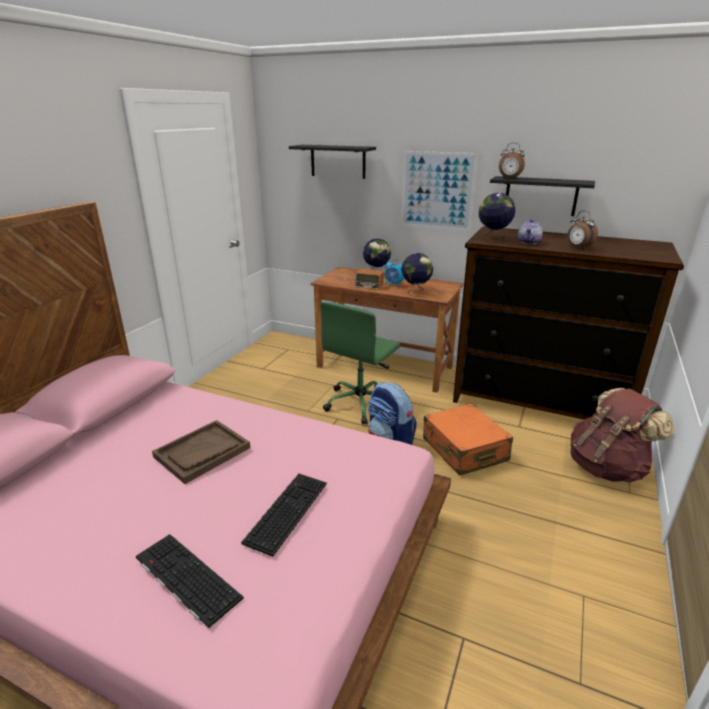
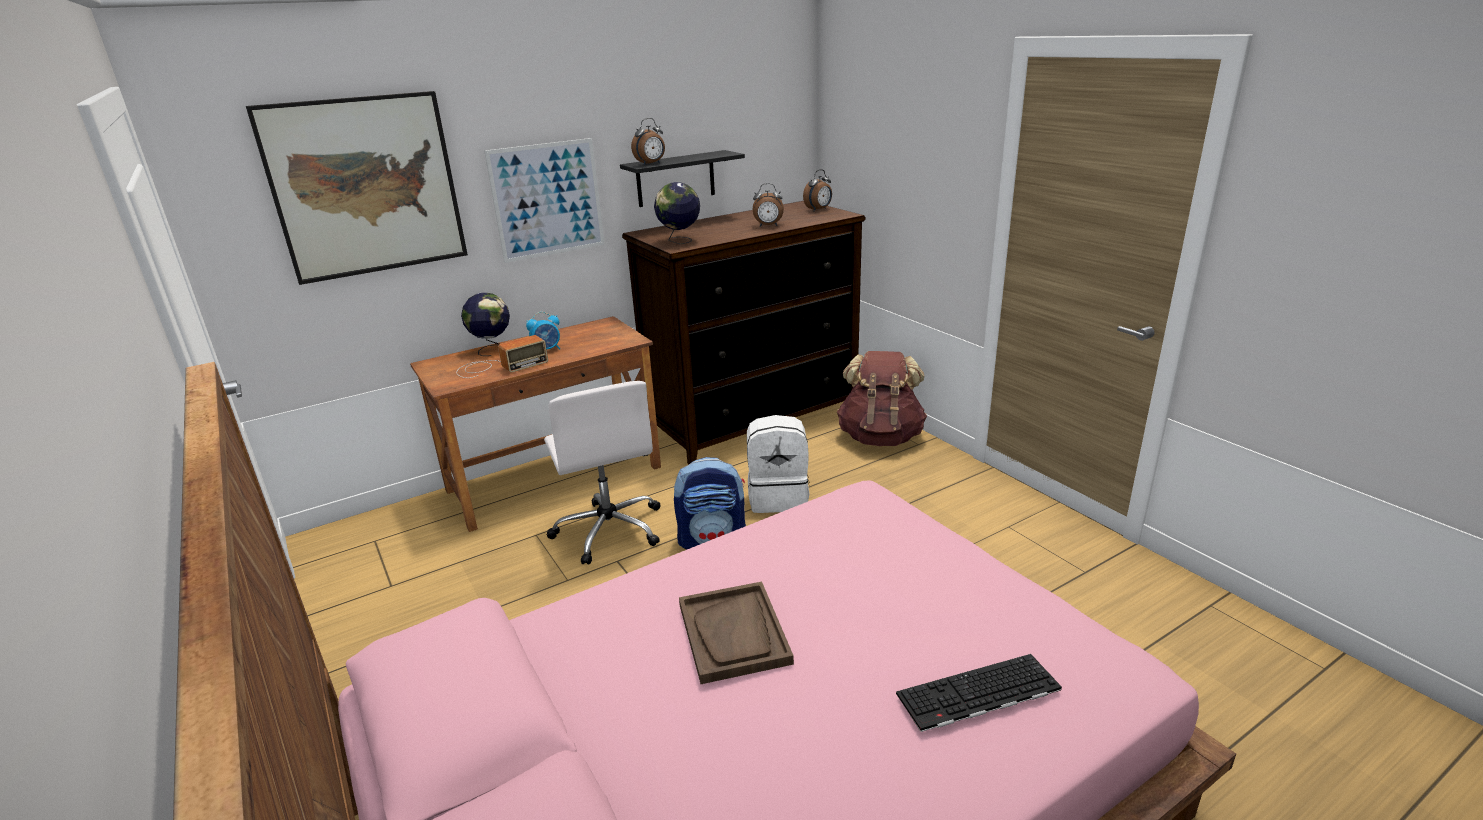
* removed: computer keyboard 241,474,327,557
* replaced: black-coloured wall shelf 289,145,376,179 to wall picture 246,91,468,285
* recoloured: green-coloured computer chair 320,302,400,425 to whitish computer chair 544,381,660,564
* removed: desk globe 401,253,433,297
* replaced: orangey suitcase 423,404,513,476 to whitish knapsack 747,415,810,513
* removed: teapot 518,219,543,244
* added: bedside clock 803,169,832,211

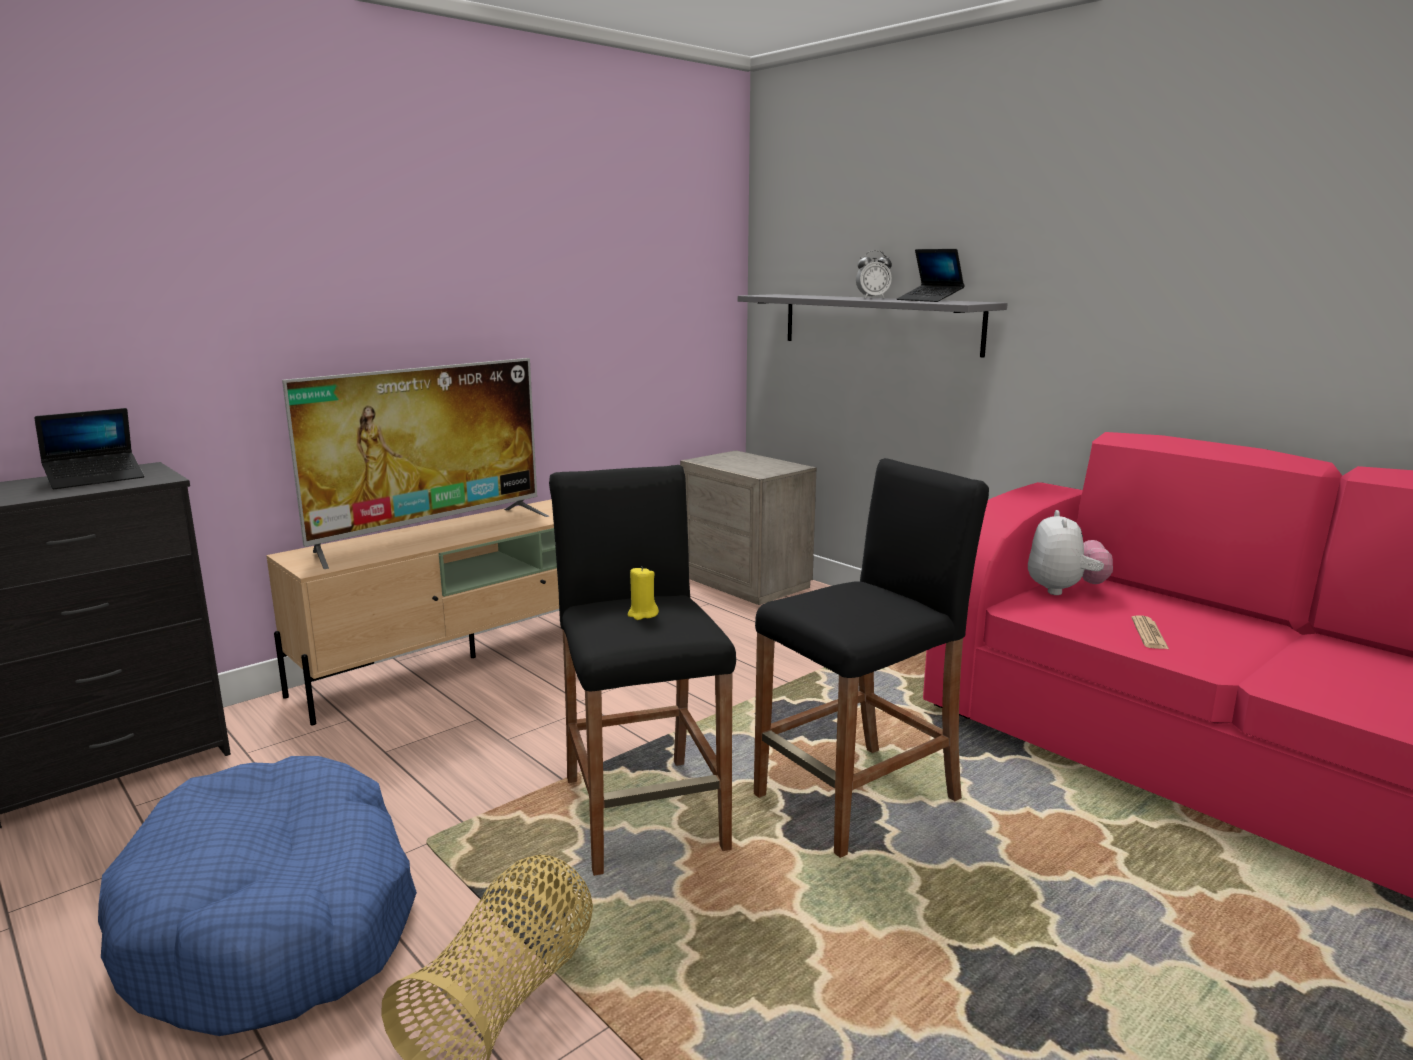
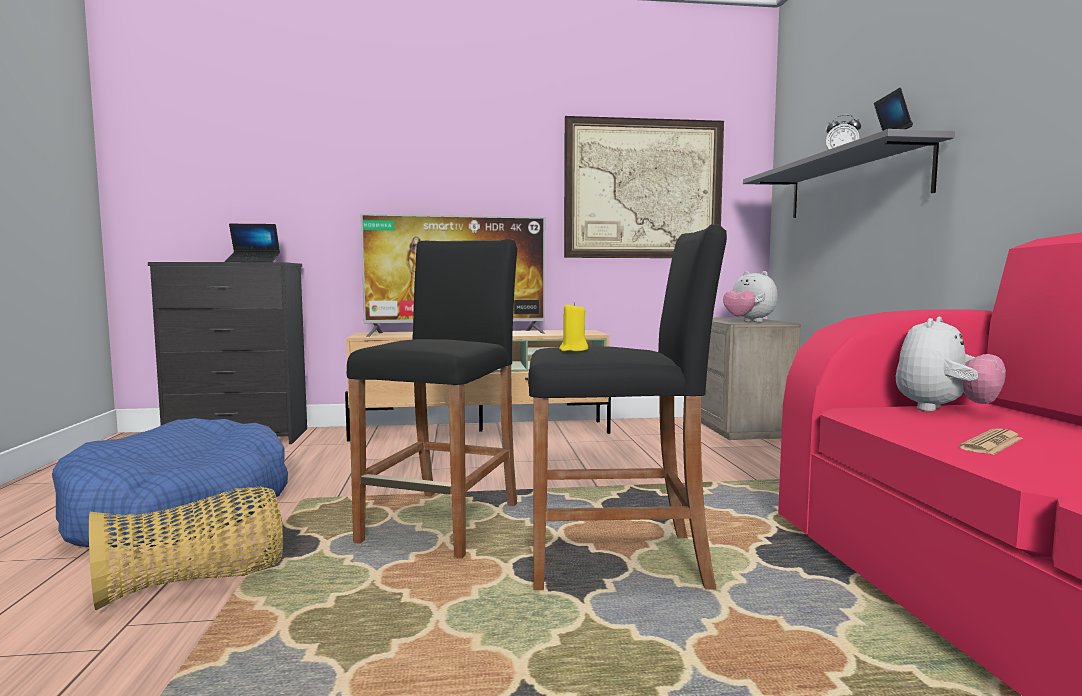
* moved: yellowish candle 628,566,659,620 to 559,302,588,351
* added: wall picture 564,116,724,258
* added: plush toy 723,271,778,322

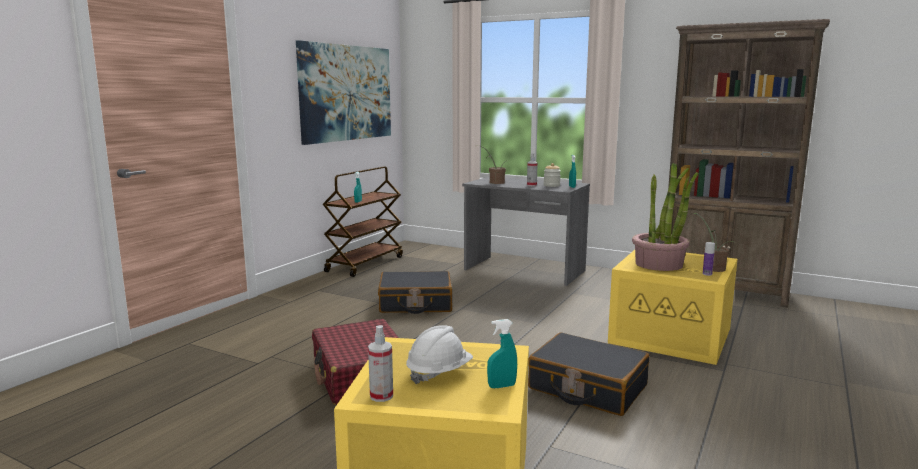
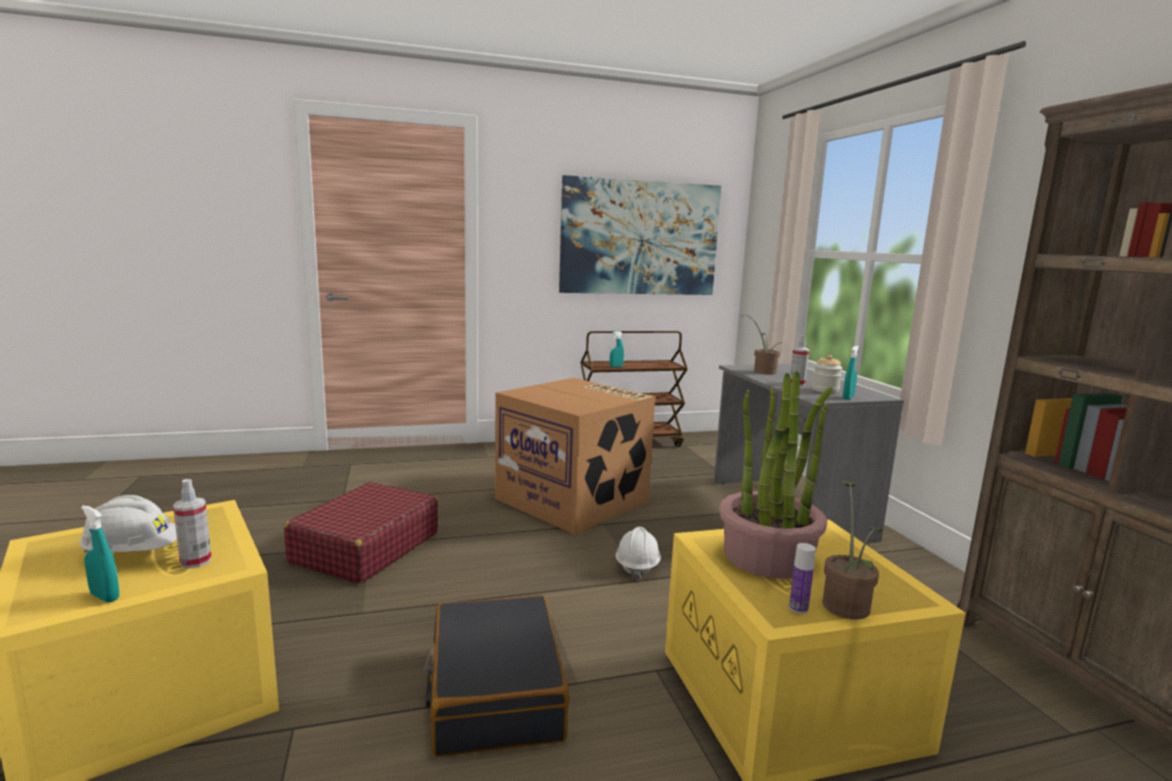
* moved: sprayer 368,325,393,402 to 173,479,212,569
* replaced: black-coloured suitcase 378,271,452,314 to packing box 495,378,655,535
* added: whitish safety helmet 616,527,661,580

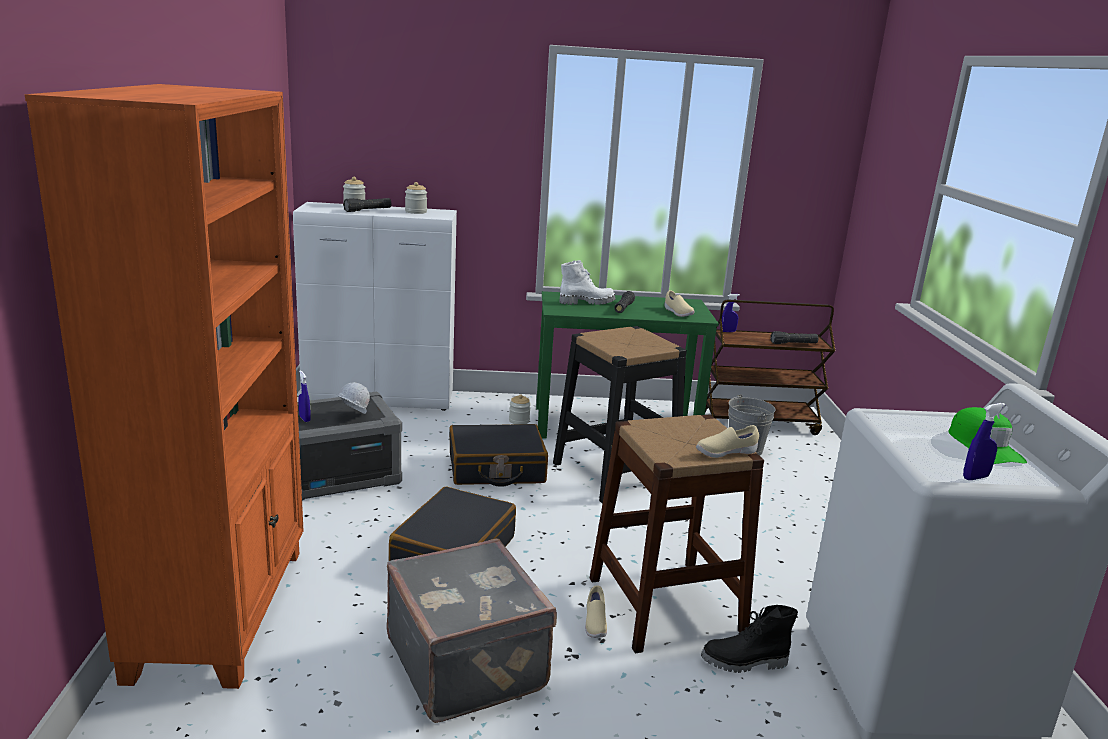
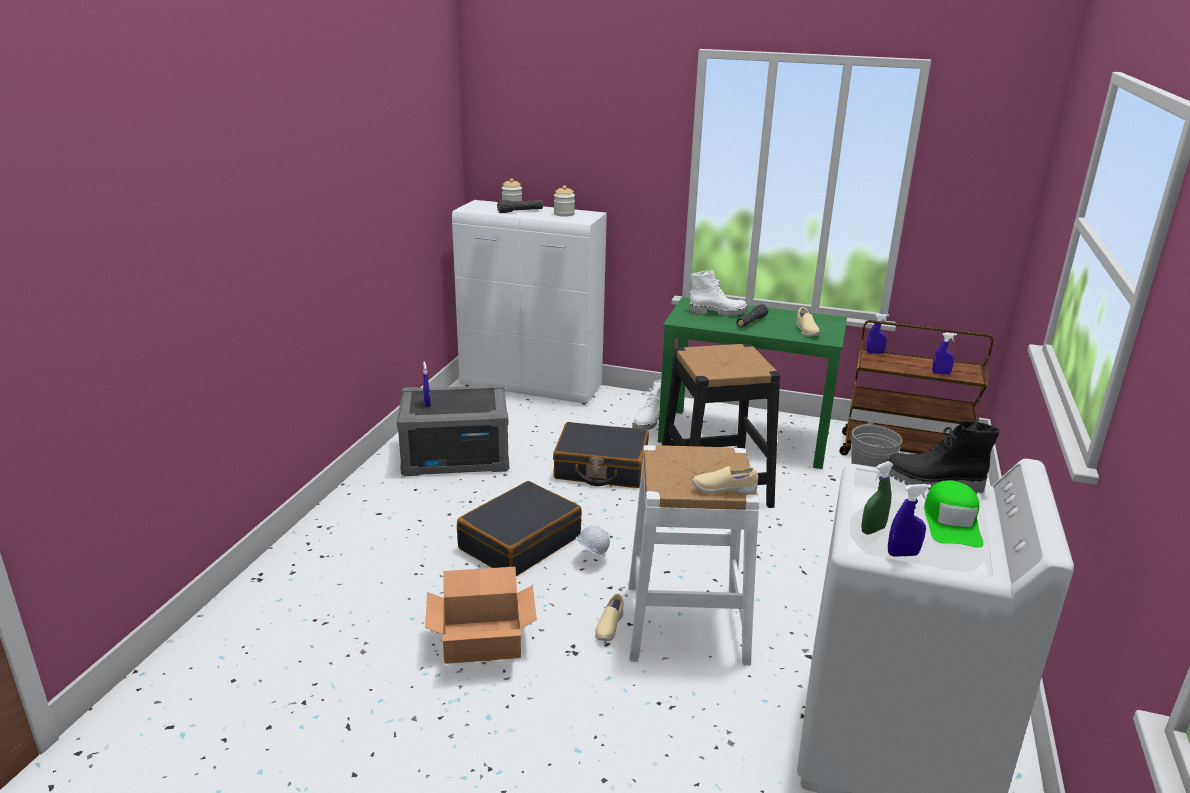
* removed: orangey bookshelf 25,84,304,689
* moved: whitish safety helmet 337,382,370,414 to 576,526,610,557
* replaced: grey suitcase 387,538,557,723 to packing box 425,567,537,664
* replaced: storage jar 509,394,531,424 to whitish boot 632,380,661,430
* recoloured: brown-coloured sitting stool 590,415,764,653 to whitish sitting stool 628,445,760,665
* moved: black-coloured boot 701,605,798,673 to 886,421,1000,494
* replaced: black-coloured flashlight 771,331,818,344 to blue sprayer 932,332,957,375
* added: green-coloured sprayer 861,461,894,534

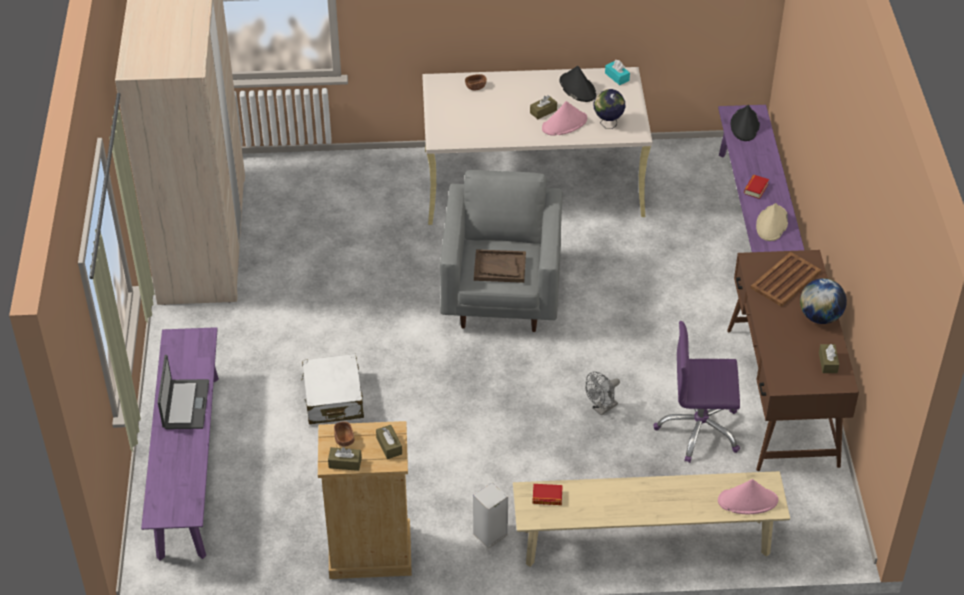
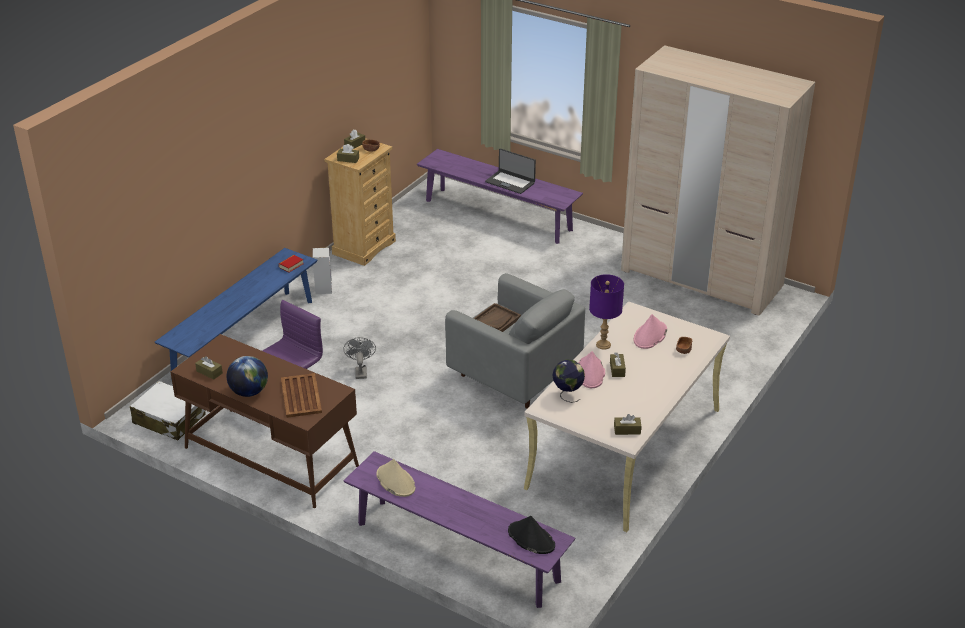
* moved: whitish suitcase 301,354,364,424 to 130,381,206,441
* recoloured: beige long seat 513,471,790,567 to blue long seat 155,248,318,380
* removed: black-coloured wearable hat 559,66,596,102
* recoloured: turquoise box of tissues 605,60,630,85 to brown-coloured box of tissues 614,414,641,435
* moved: pink wearable hat 718,479,778,515 to 634,314,667,349
* removed: book 744,175,769,199
* added: purple tabletop lamp 589,274,624,350

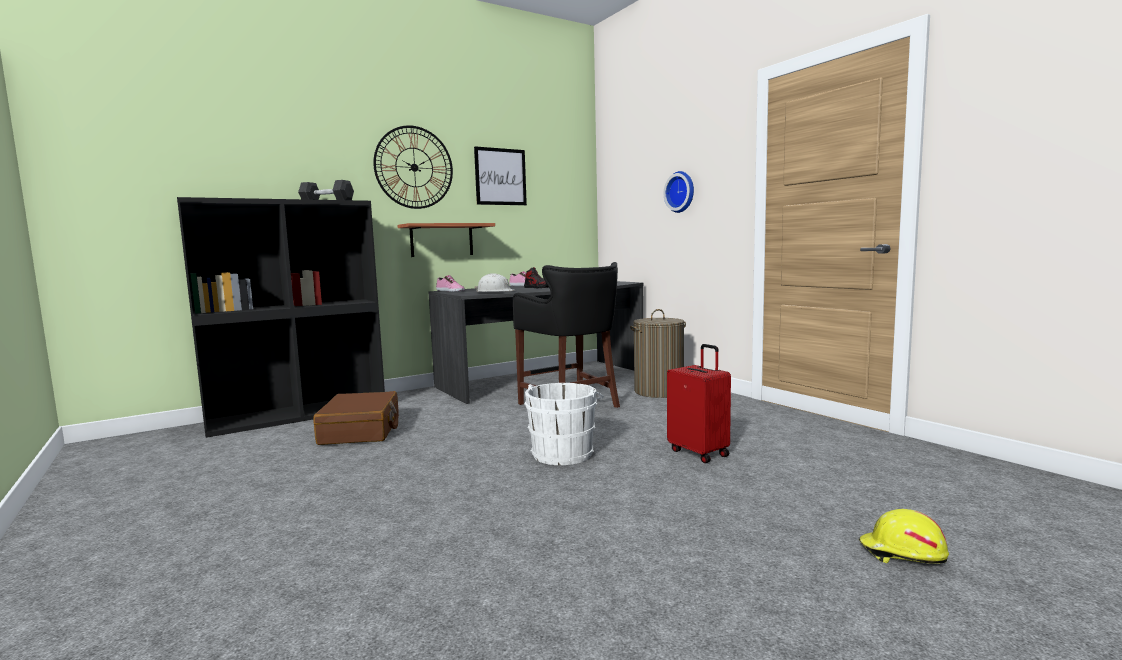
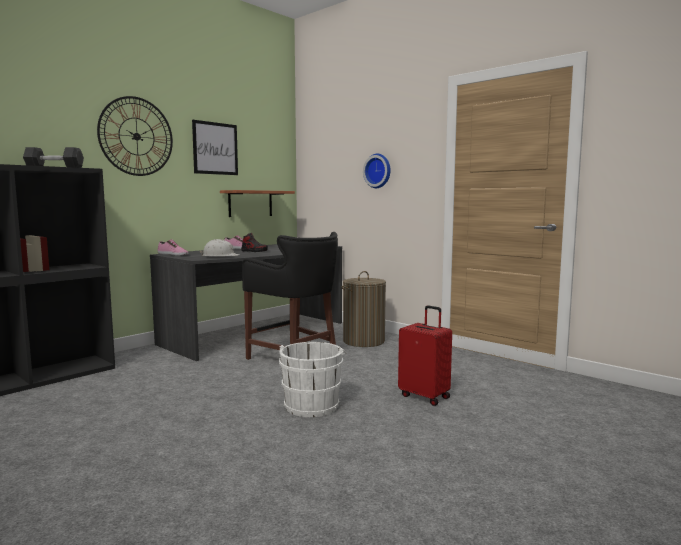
* removed: brown-coloured suitcase 313,391,399,445
* moved: wall shelf 397,223,495,257 to 220,190,295,217
* removed: yellowish safety helmet 858,509,949,564

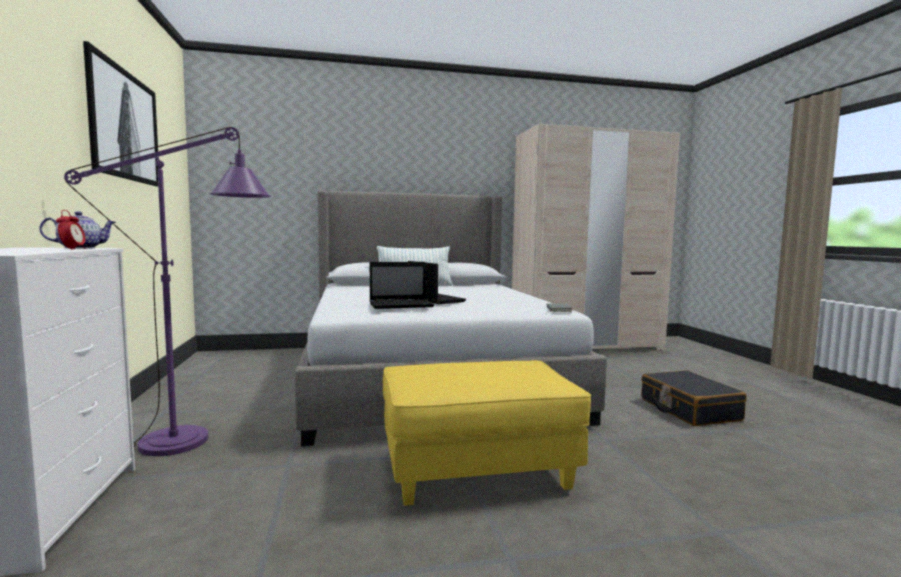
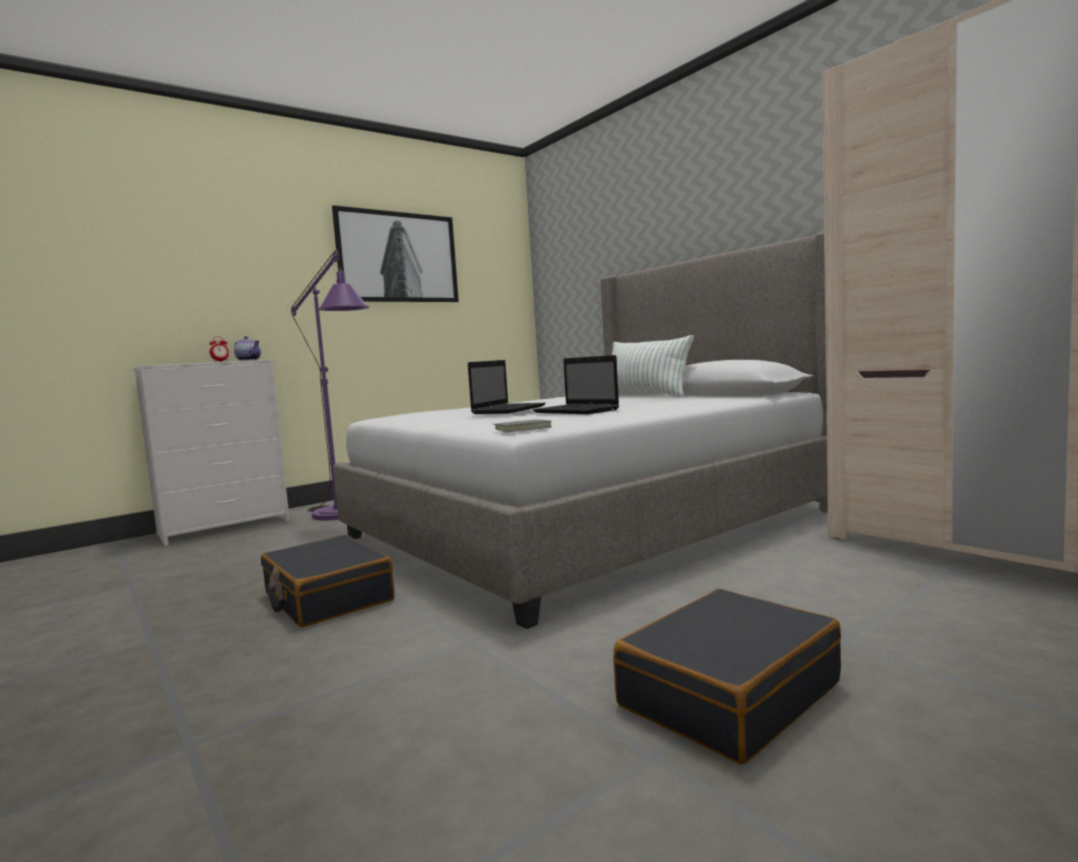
* moved: notebook computer 370,262,434,309 to 533,355,619,414
* replaced: yellowish footrest 383,360,591,506 to black-coloured suitcase 261,535,395,627

